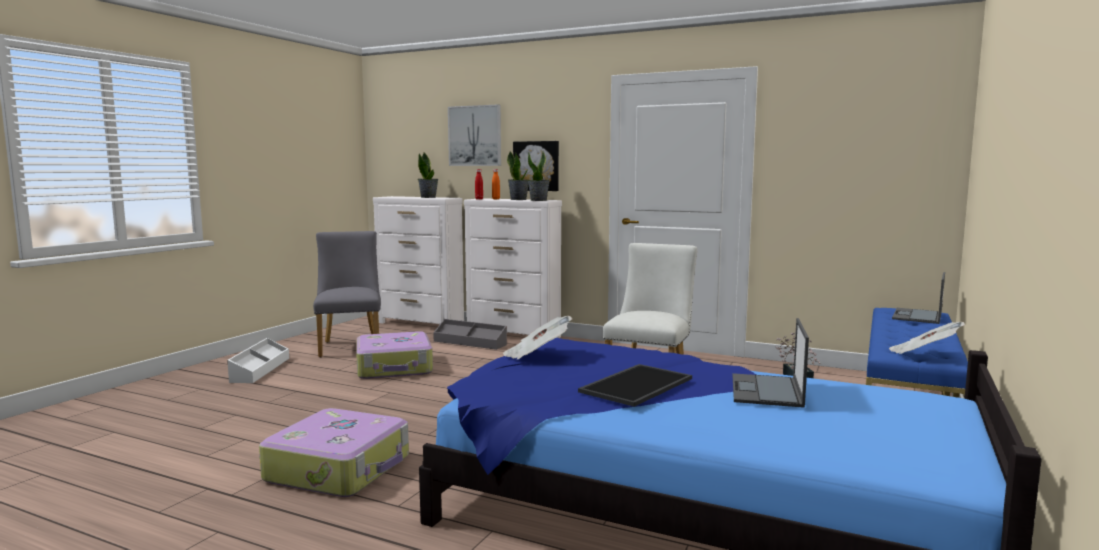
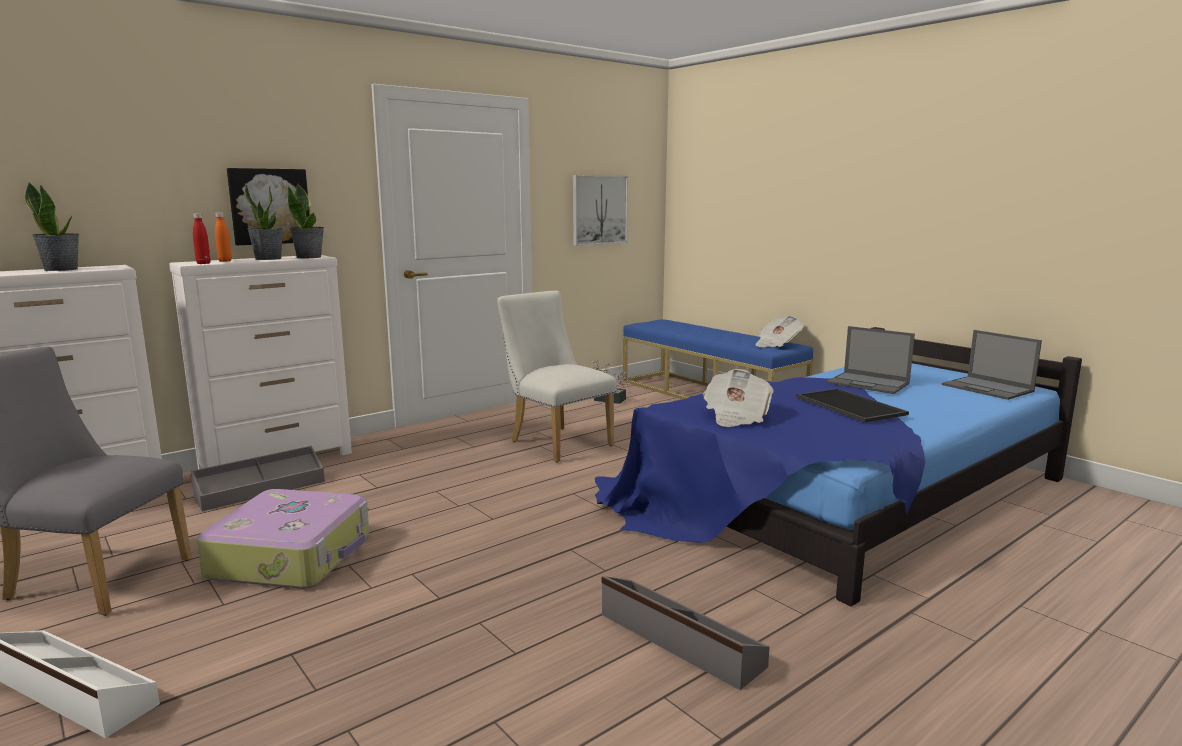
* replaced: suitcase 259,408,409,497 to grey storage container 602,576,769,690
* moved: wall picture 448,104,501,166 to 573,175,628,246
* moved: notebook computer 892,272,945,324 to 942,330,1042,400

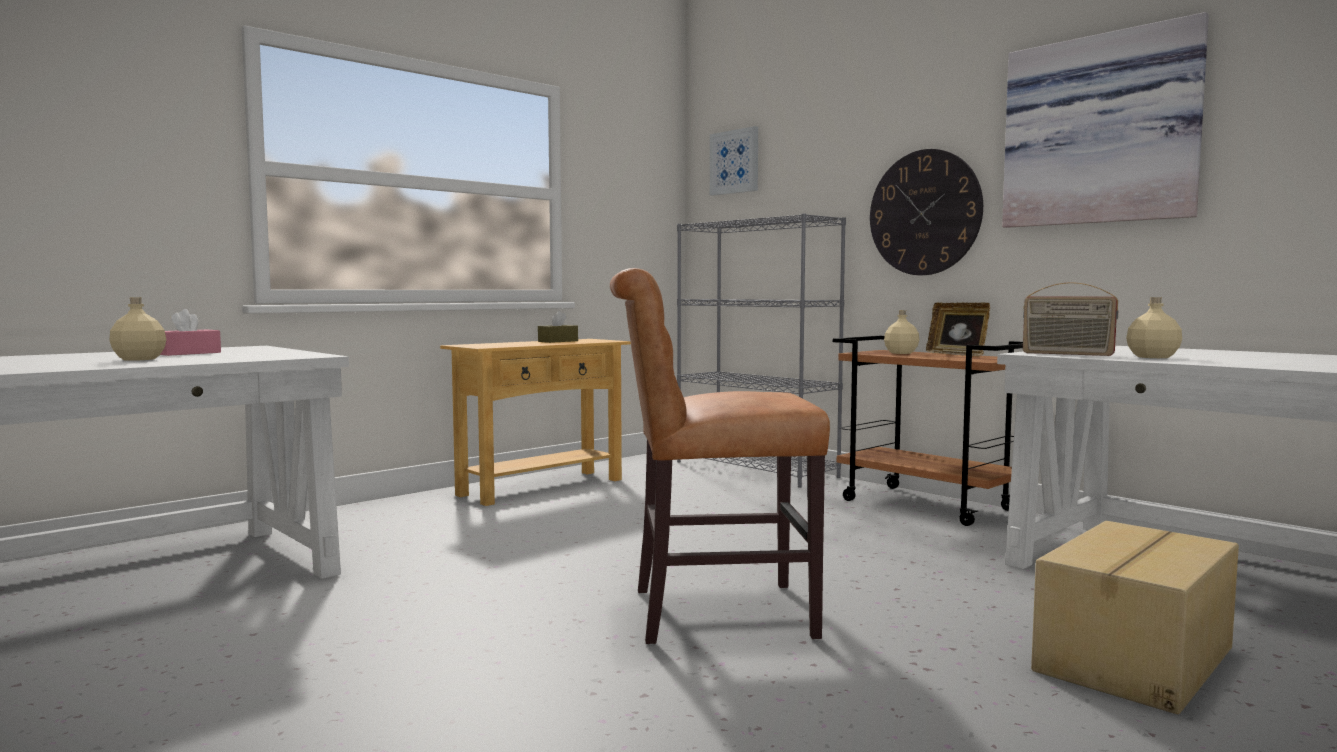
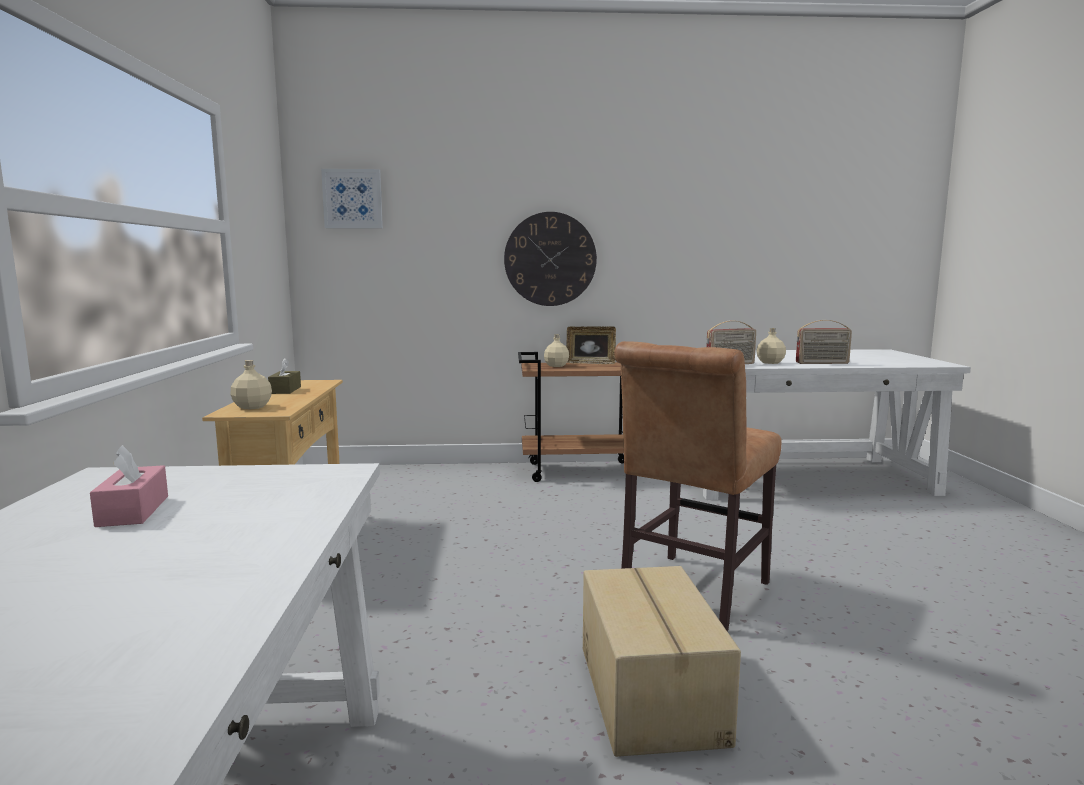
* moved: beige beverage bottle 109,297,166,361 to 230,360,272,409
* removed: grey bookshelf 677,214,846,488
* removed: wall picture 1002,12,1209,228
* moved: packing box 1031,521,1239,714 to 583,566,741,757
* added: radio set 796,320,852,364

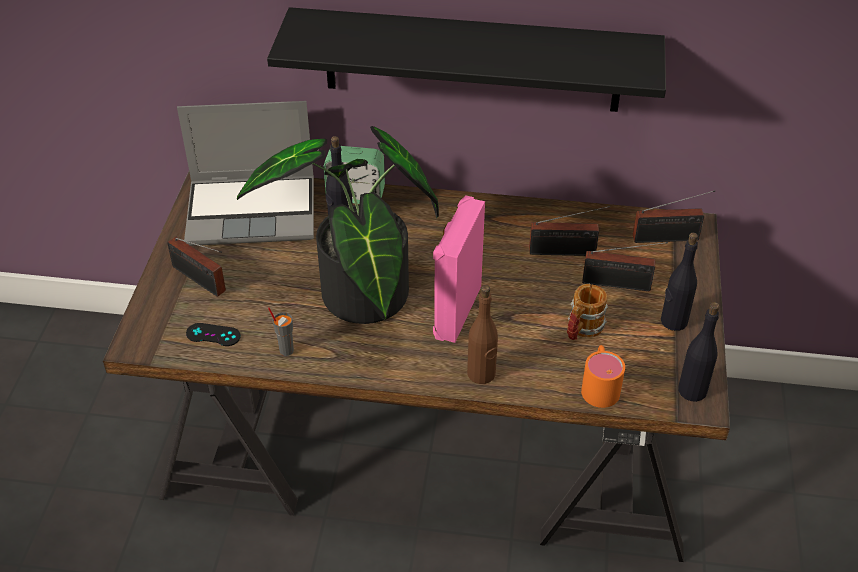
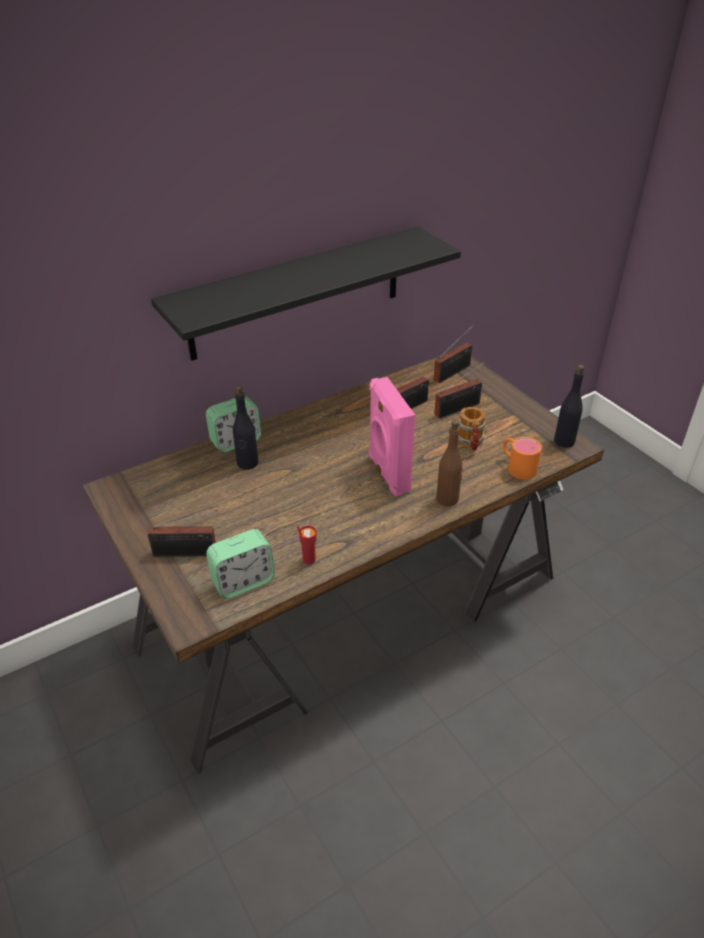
* removed: notebook computer 177,101,314,246
* replaced: black-coloured game controller 186,323,241,346 to bedside clock 206,529,275,599
* removed: plant in a pot 237,126,439,324
* recoloured: grey drinking cup 268,308,294,356 to red drinking cup 297,526,316,565
* removed: black-coloured beverage bottle 661,233,698,331

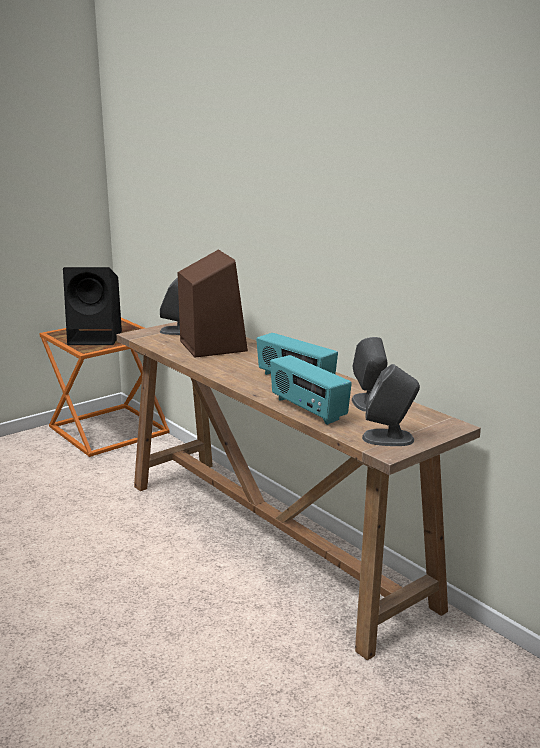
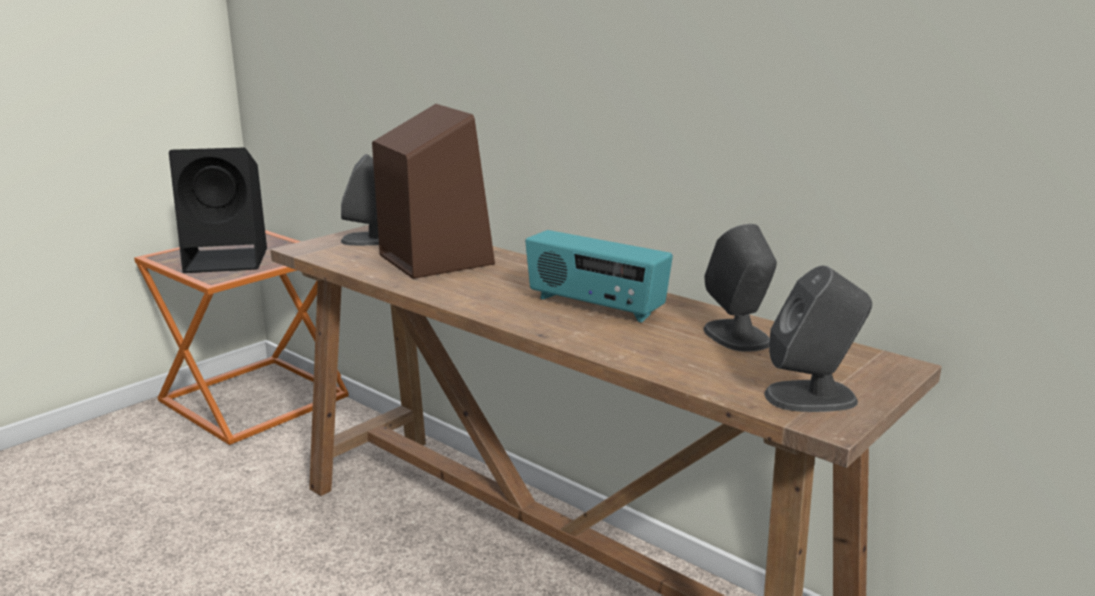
* removed: radio set 270,355,352,425

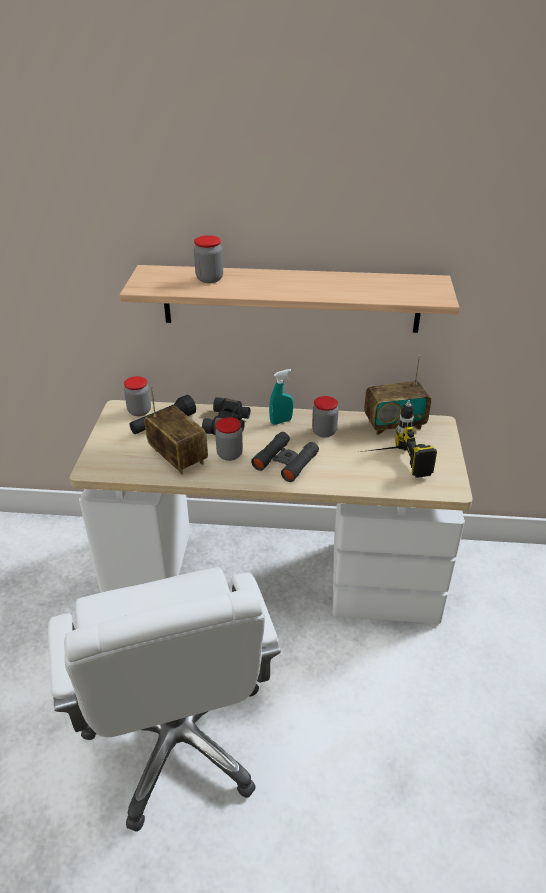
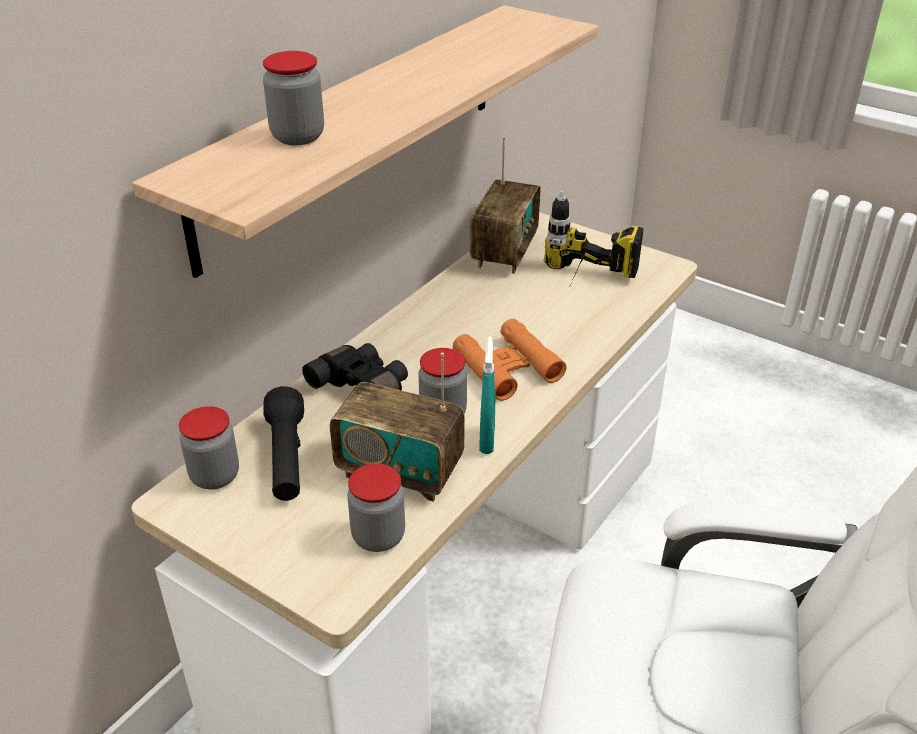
* turned: radio set 145,386,208,474 = 330,352,465,502 150 degrees counterclockwise
* recoloured: black-coloured field glasses 251,432,319,482 to orangey field glasses 453,319,567,401
* moved: turquoise sprayer 269,369,294,425 to 479,336,495,454
* moved: storage jar 312,396,339,438 to 347,463,405,552

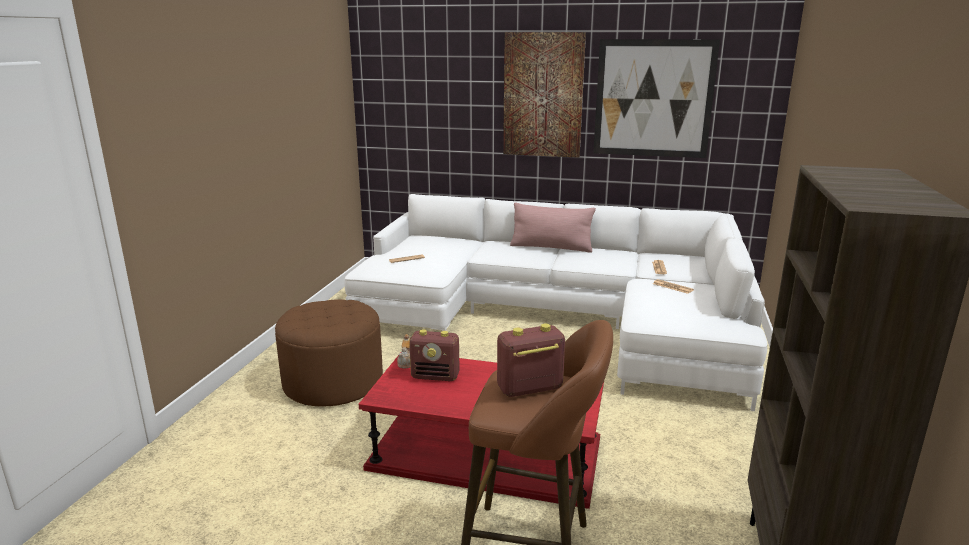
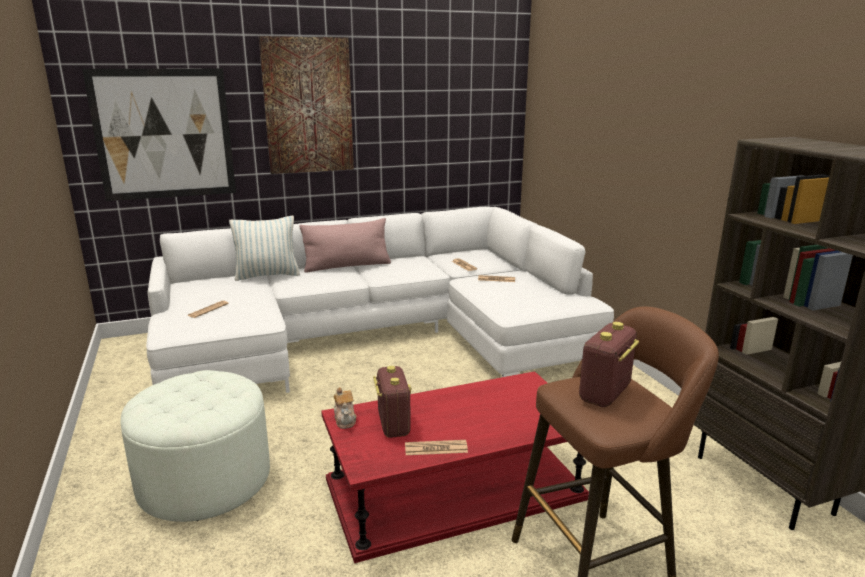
* recoloured: brown-coloured footrest 275,299,383,406 to whitish footrest 121,370,270,522
* turned: radio set 409,329,460,381 = 373,366,412,438 75 degrees counterclockwise
* moved: wall picture 593,39,720,158 to 82,69,236,201
* added: pillow 229,216,300,281
* added: daily paper 405,440,468,455

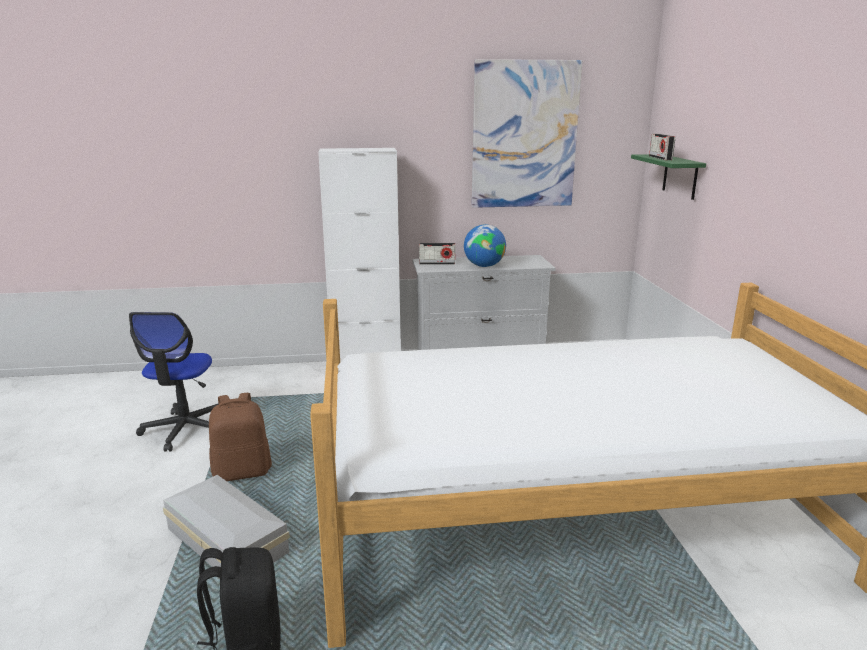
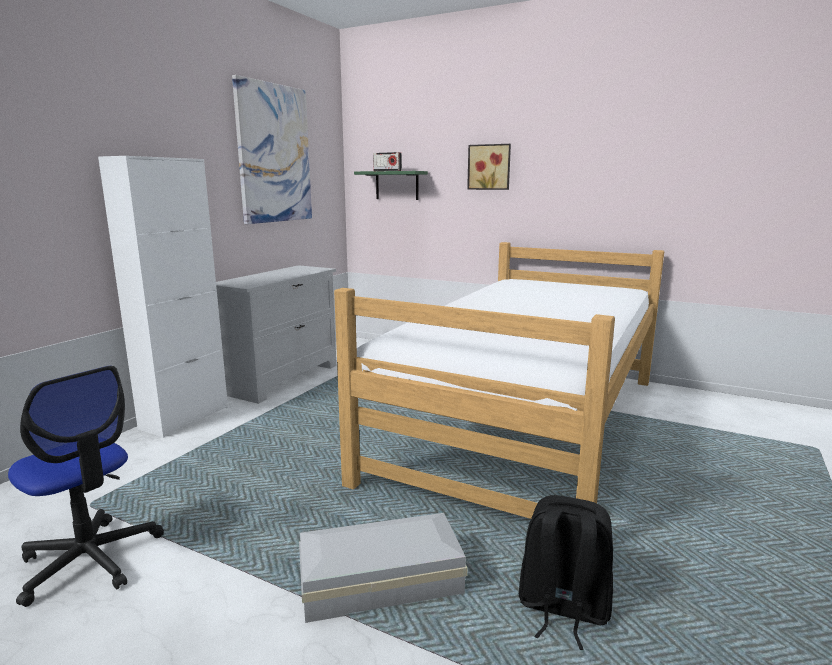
* removed: brown-coloured knapsack 209,393,272,481
* removed: radio set 419,243,455,264
* removed: desk globe 464,224,506,267
* added: wall picture 467,144,511,190

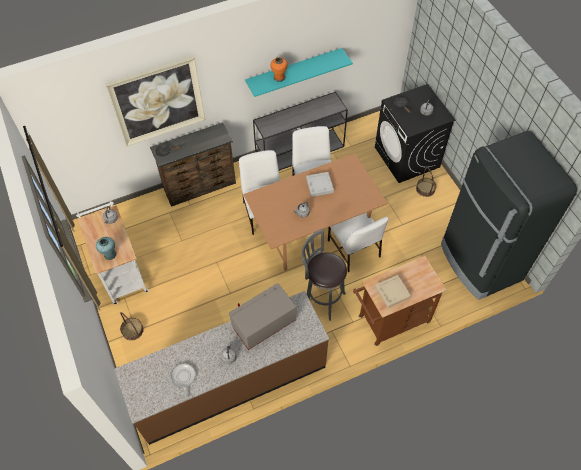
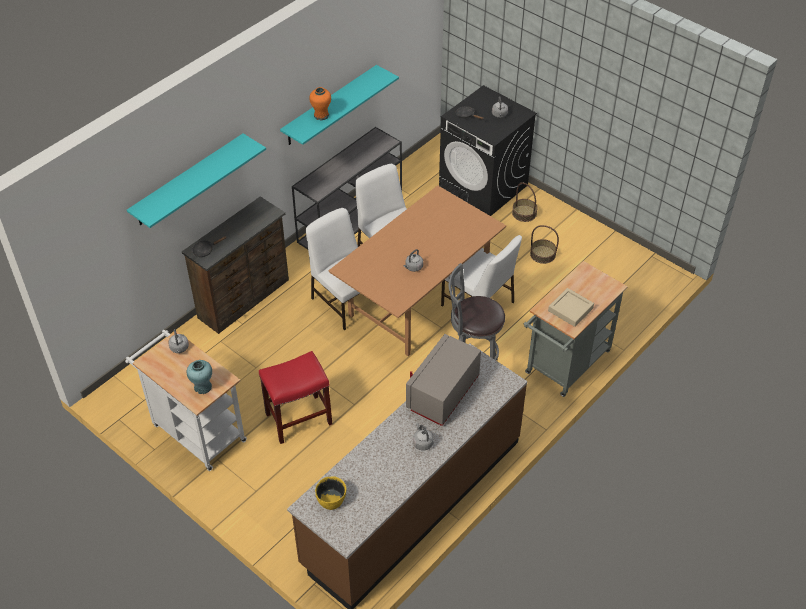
* replaced: wall picture 105,56,205,147 to turquoise wall shelf 127,133,266,228
* moved: basket 120,312,144,341 to 530,225,559,264
* removed: frying pan 171,363,196,400
* removed: grey serving tray 306,172,334,197
* recoloured: brown-coloured trolley 353,256,447,346 to grey trolley 524,261,628,397
* removed: black-coloured fridge 441,131,577,300
* added: red sitting stool 259,351,332,444
* added: yellowish deep dish 315,476,347,510

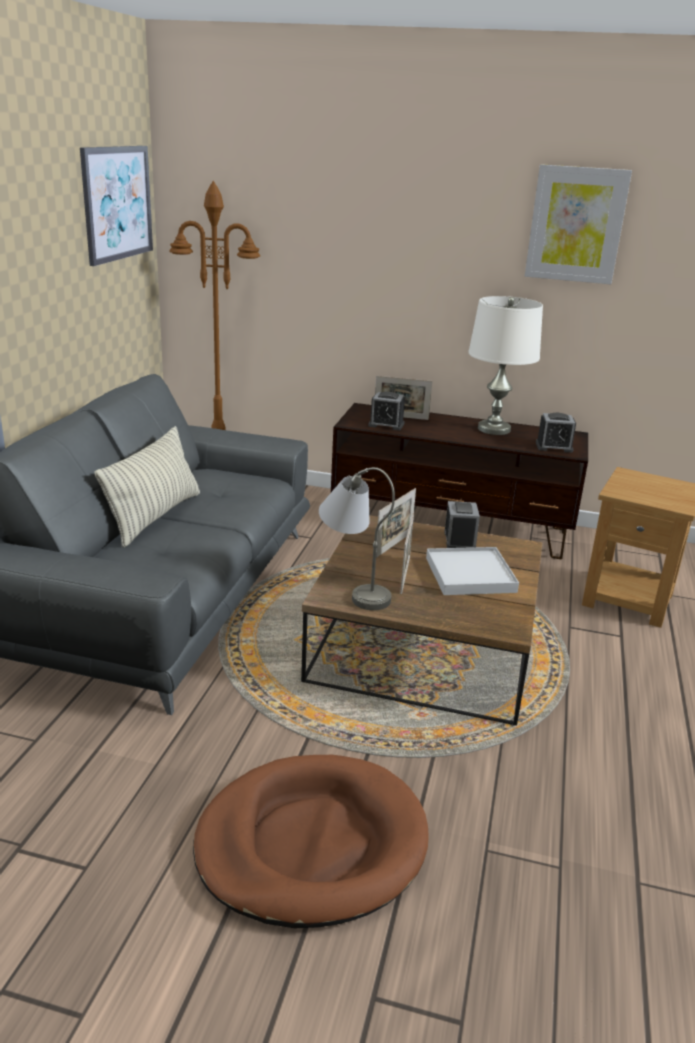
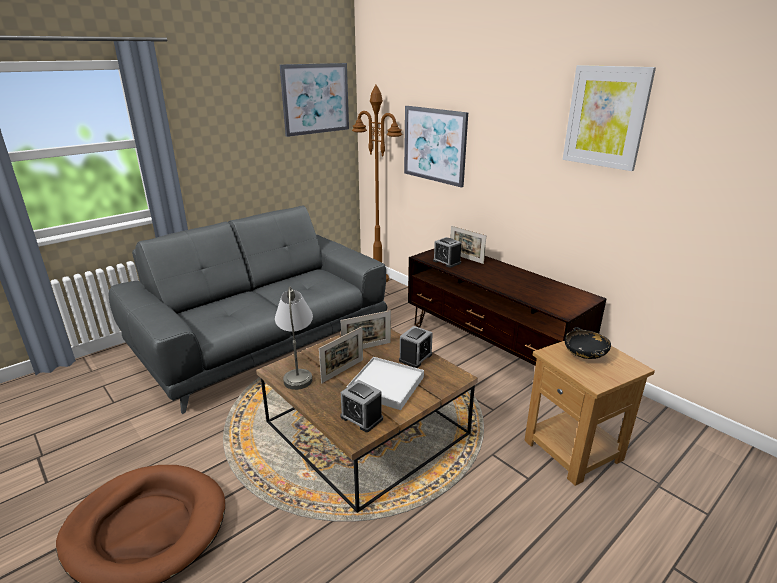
* removed: pillow 95,426,200,548
* removed: whitish tabletop lamp 468,296,543,435
* moved: bedside clock 536,413,576,453 to 340,380,383,432
* added: wall picture 404,106,468,188
* added: black-coloured deep dish 565,327,611,359

